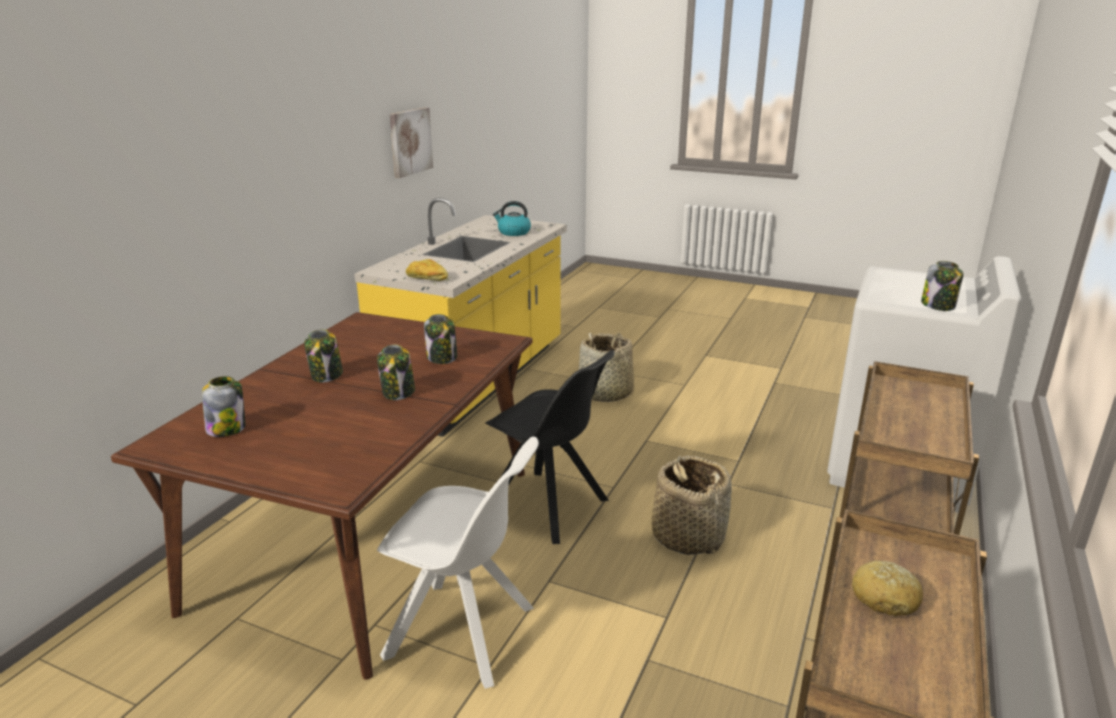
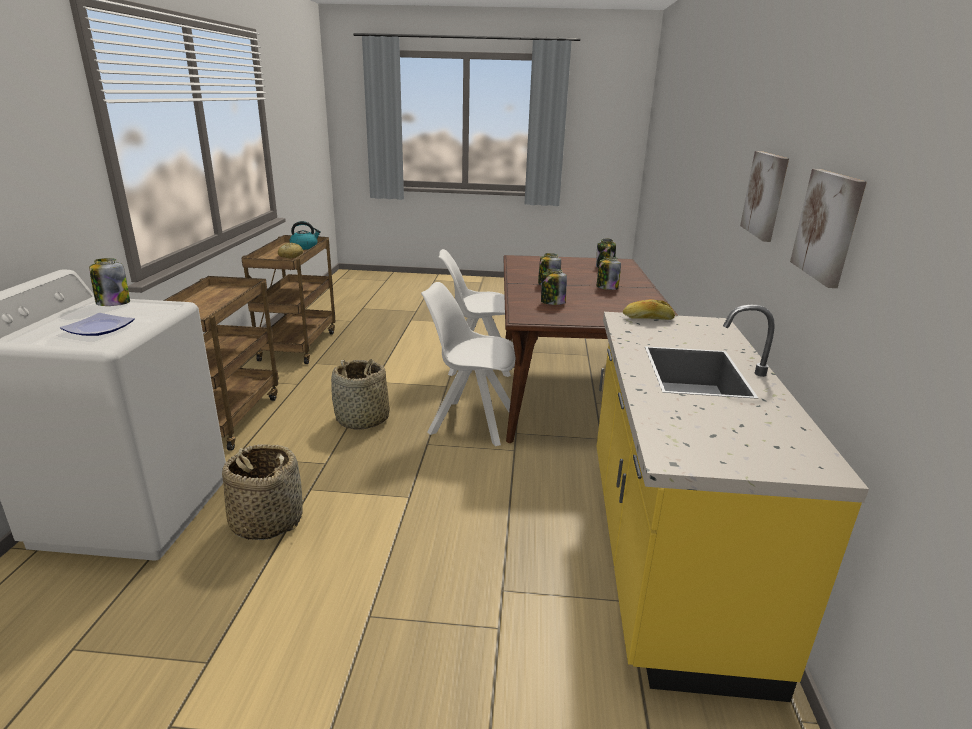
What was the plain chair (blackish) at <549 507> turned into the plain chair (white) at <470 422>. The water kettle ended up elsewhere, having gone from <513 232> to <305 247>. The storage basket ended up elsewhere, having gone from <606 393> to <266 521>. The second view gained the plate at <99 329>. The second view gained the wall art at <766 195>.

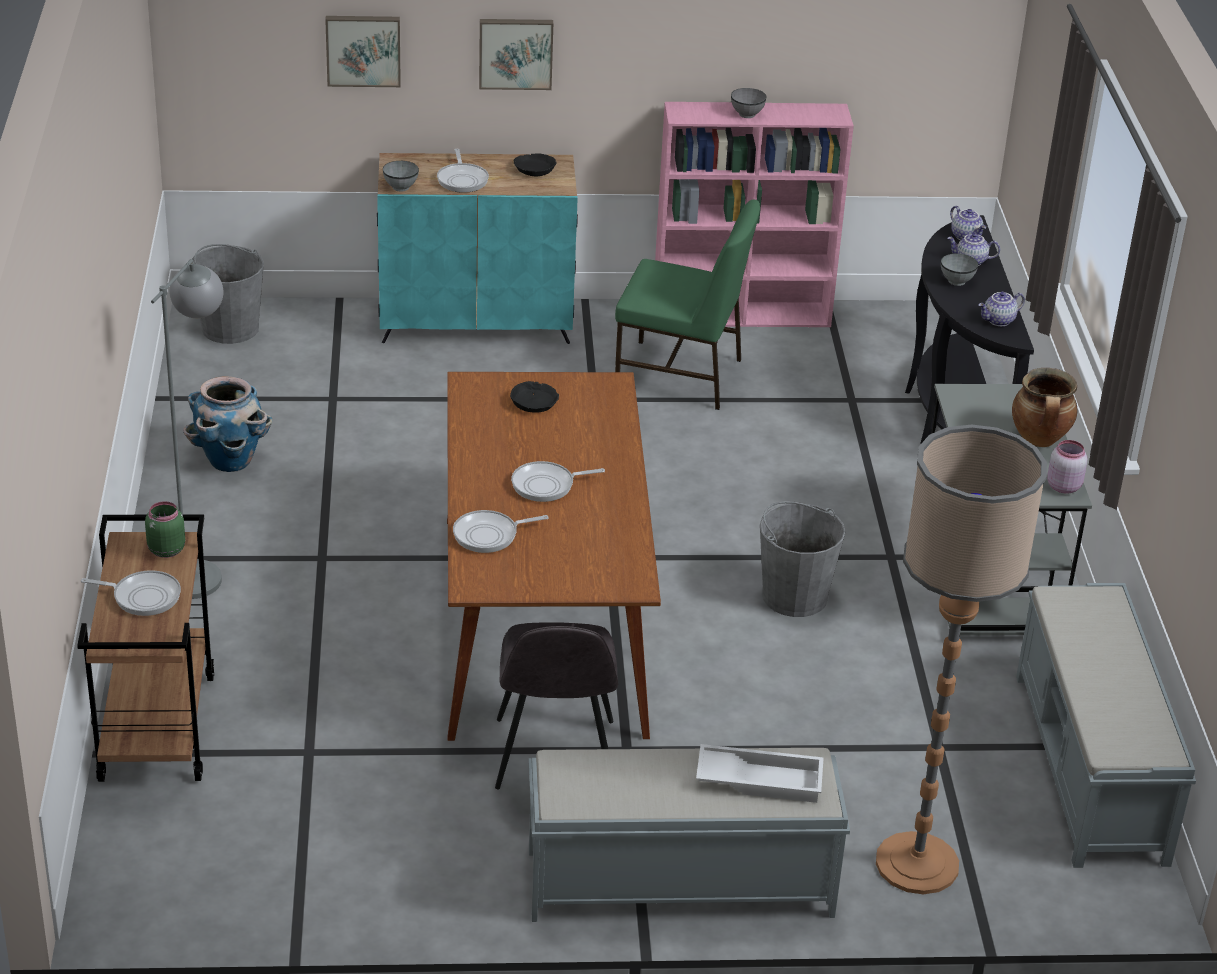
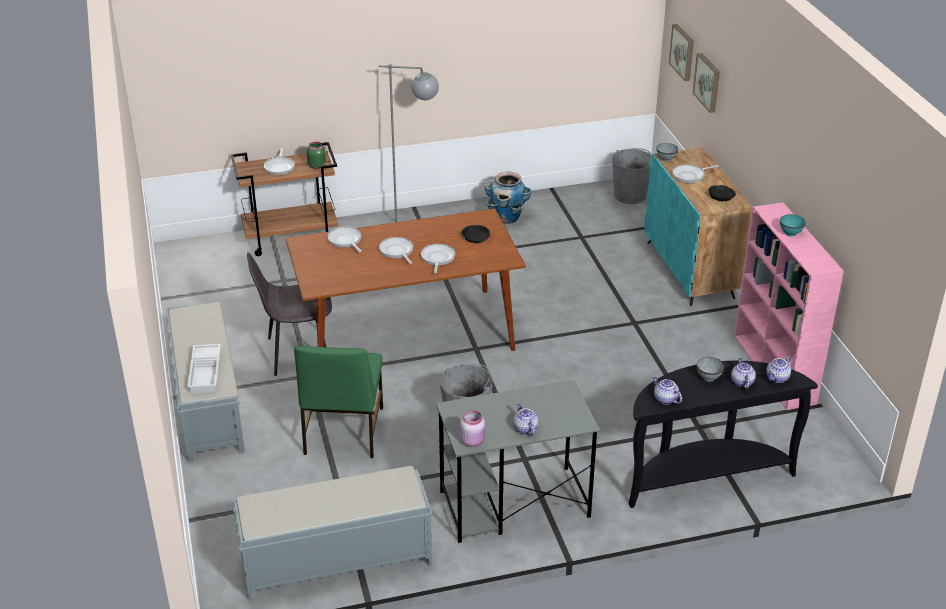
The wall art ended up elsewhere, having gone from <515 52> to <683 52>. The plain chair (green-coloured) ended up elsewhere, having gone from <681 376> to <343 432>. What was the deep dish (grey) at <746 114> turned into the deep dish (turquoise-coloured) at <790 233>. The second view lost the standard lamp at <917 864>. Where the cooking pot stood at <1040 440>, the teapot came to stand at <524 428>. The second view gained the frying pan at <437 258>.

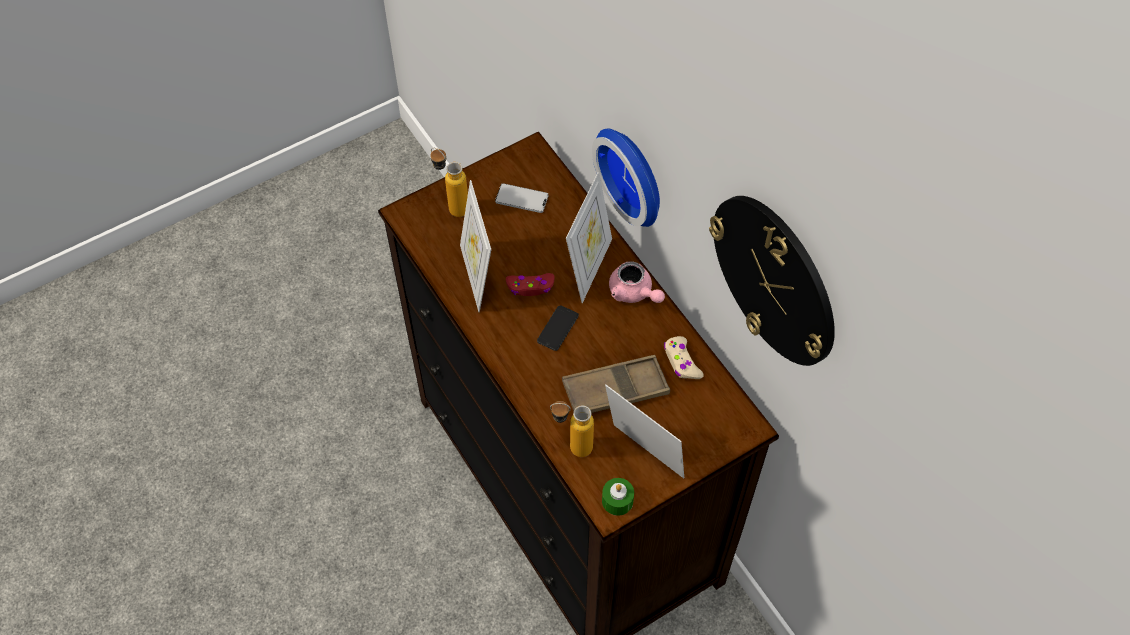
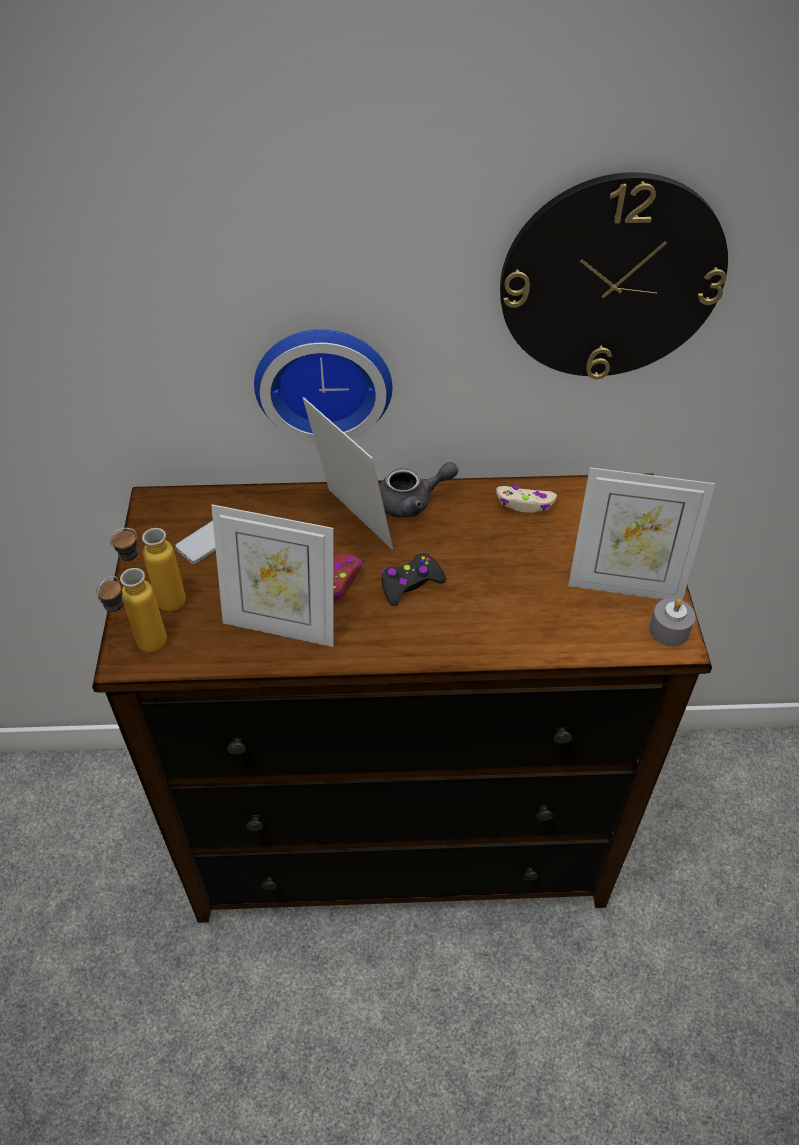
Where the phone stood at <557 328>, the game controller (blackish) came to stand at <410 584>. The drink bottle ended up elsewhere, having gone from <571 447> to <143 650>. The second view lost the tray (brown) at <615 389>. What was the wax light (green-coloured) at <617 500> turned into the wax light (grey) at <669 630>. The standing frame at <642 457> ended up facing another way, 150 degrees counterclockwise from before. What was the teapot (pink) at <634 293> turned into the teapot (grey) at <412 502>.

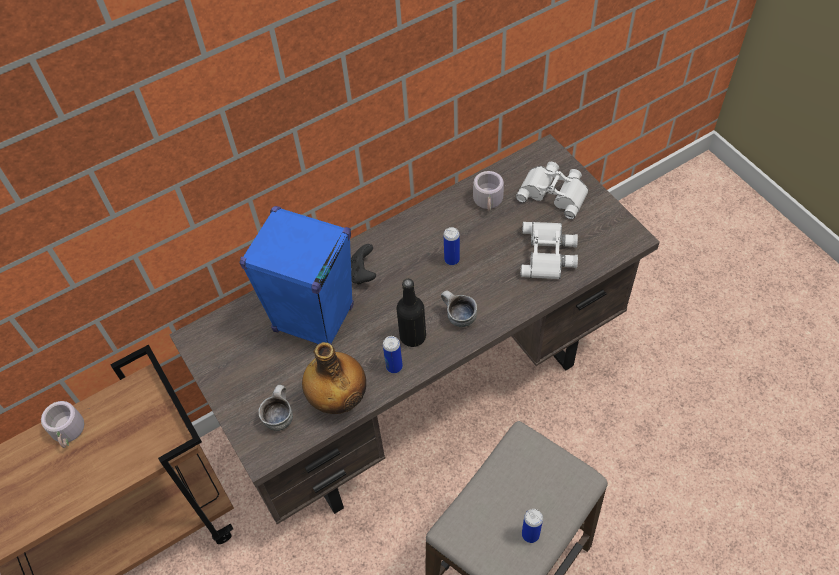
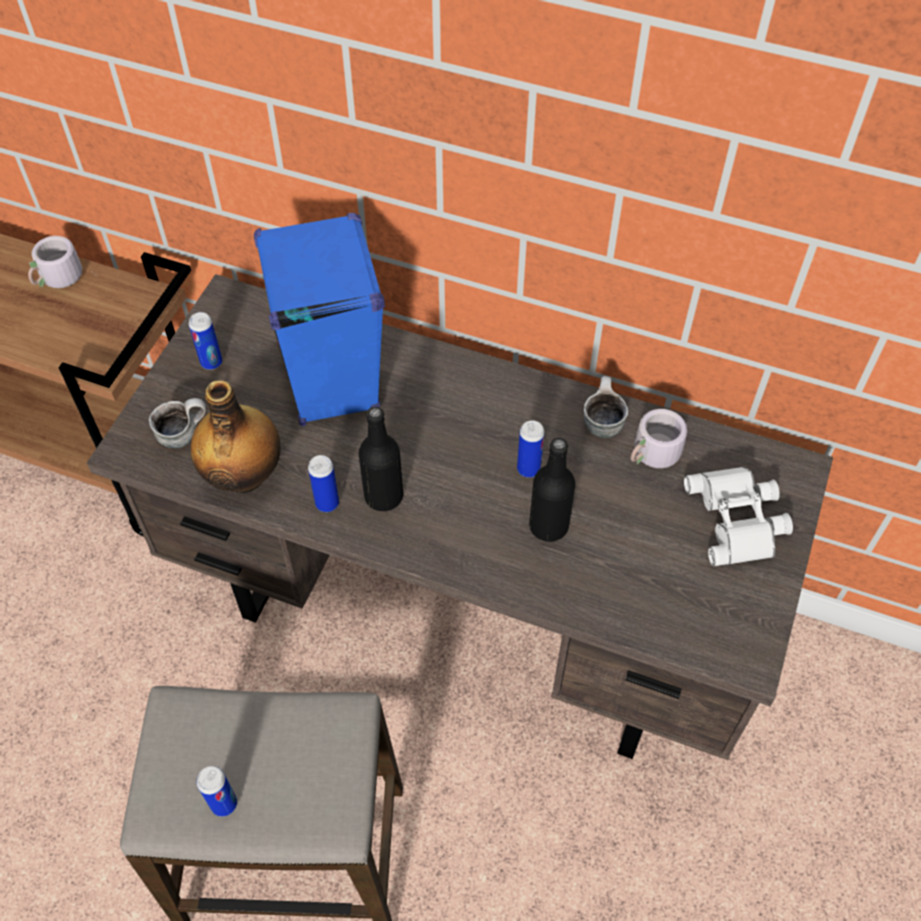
The second view lost the game controller (blackish) at <363 273>. The tea mug ended up elsewhere, having gone from <457 317> to <601 421>. The second view lost the pair of binoculars (white) at <549 254>. The second view gained the metal can at <211 362>. The second view gained the drink bottle (blackish) at <548 526>.

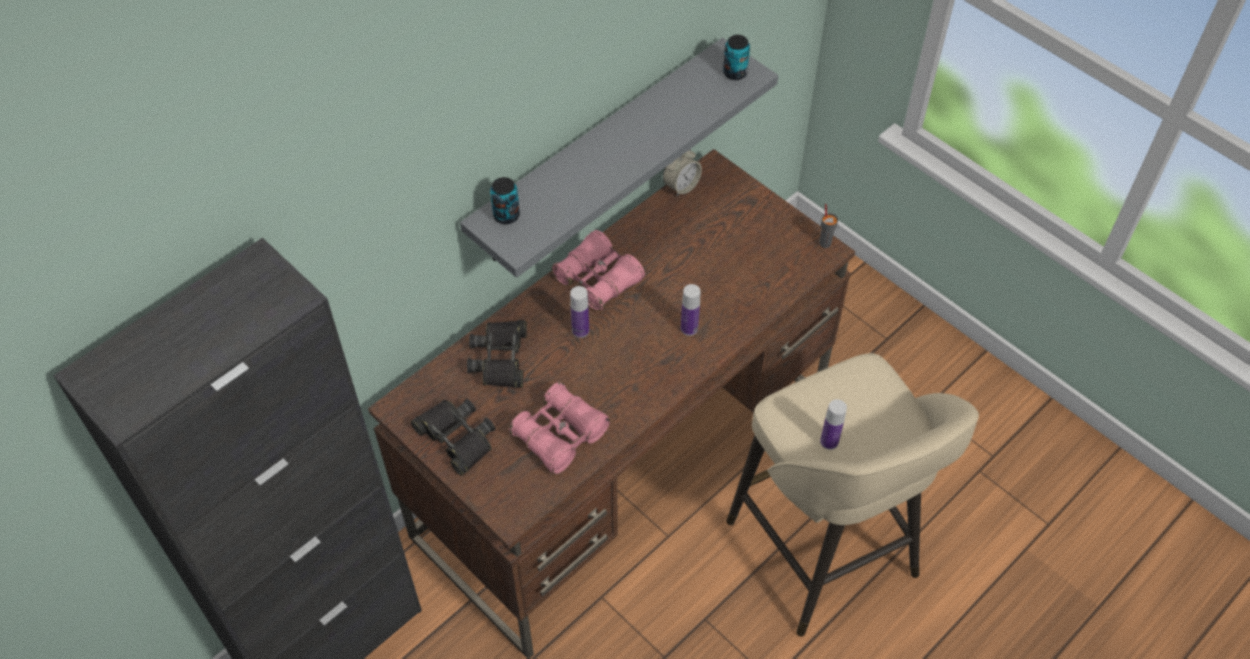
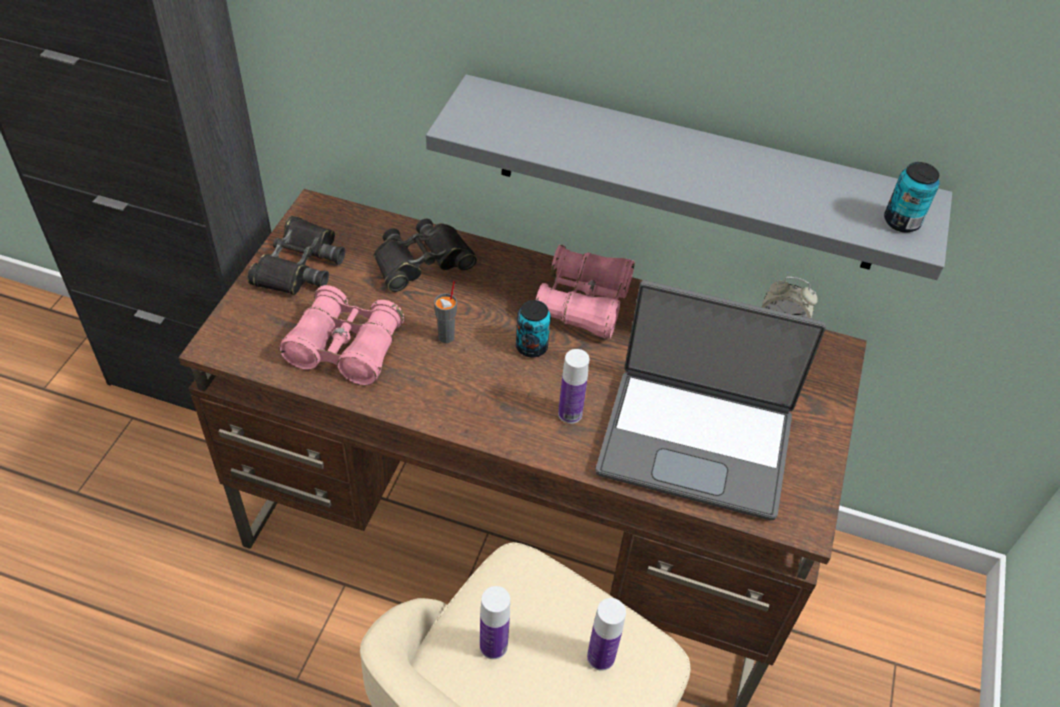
The metal can ended up elsewhere, having gone from <506 215> to <531 347>. The drink bottle ended up elsewhere, having gone from <580 330> to <601 657>. The drinking cup (grey) ended up elsewhere, having gone from <825 243> to <447 337>. The second view gained the laptop at <696 441>.

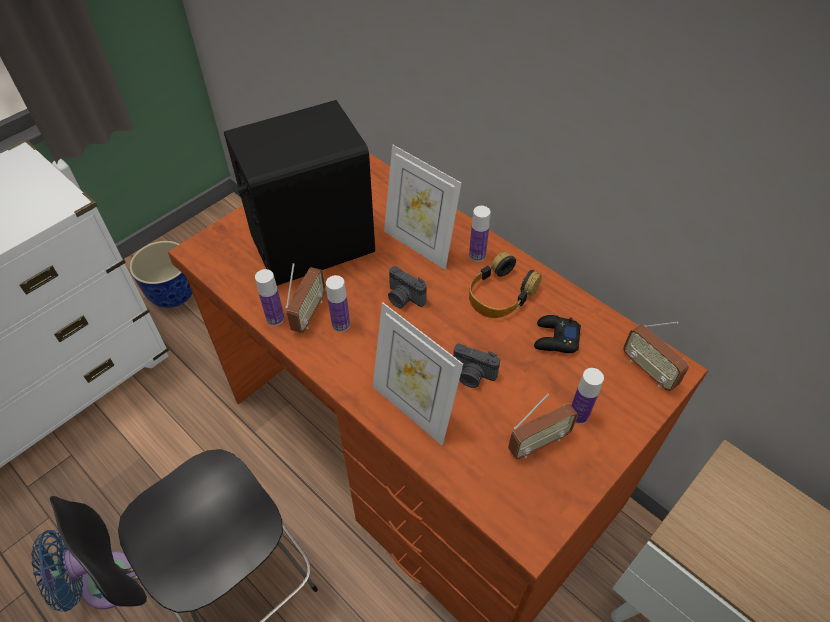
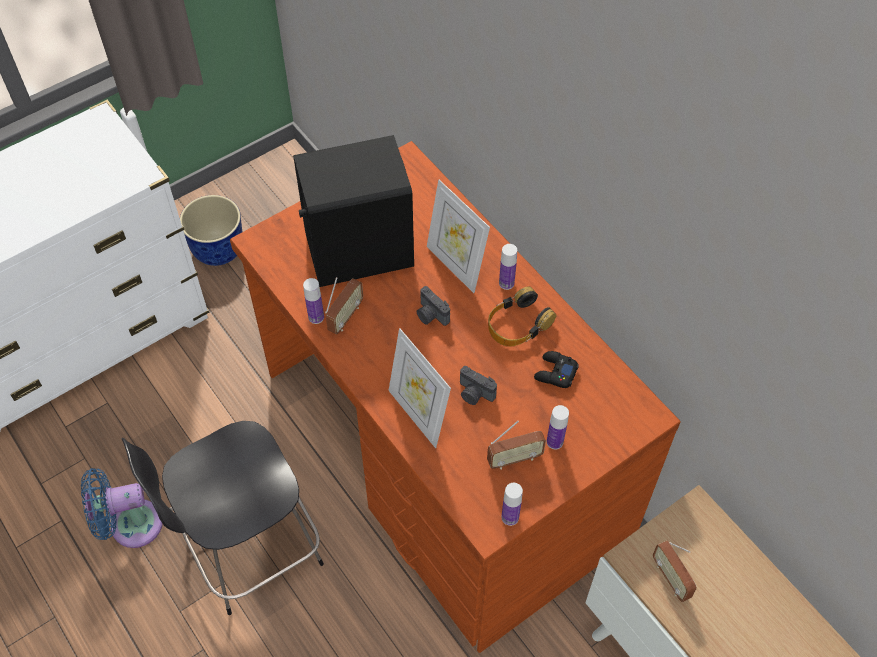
The drink bottle ended up elsewhere, having gone from <341 324> to <510 517>. The radio ended up elsewhere, having gone from <648 370> to <671 578>.

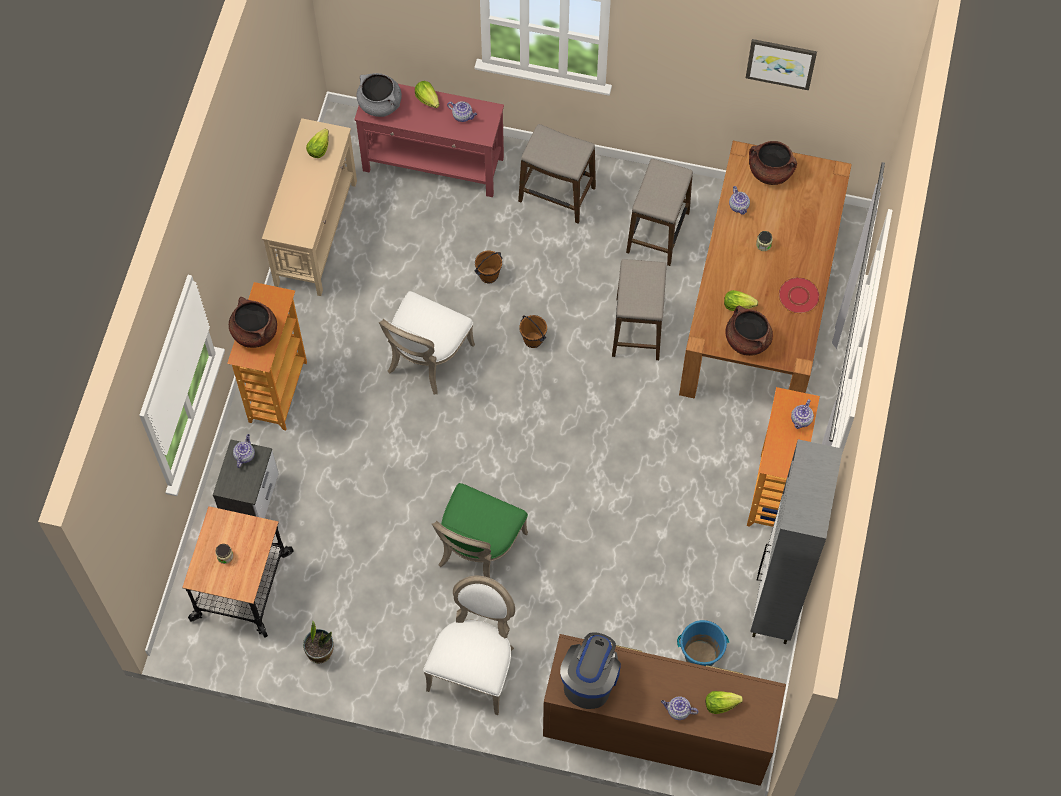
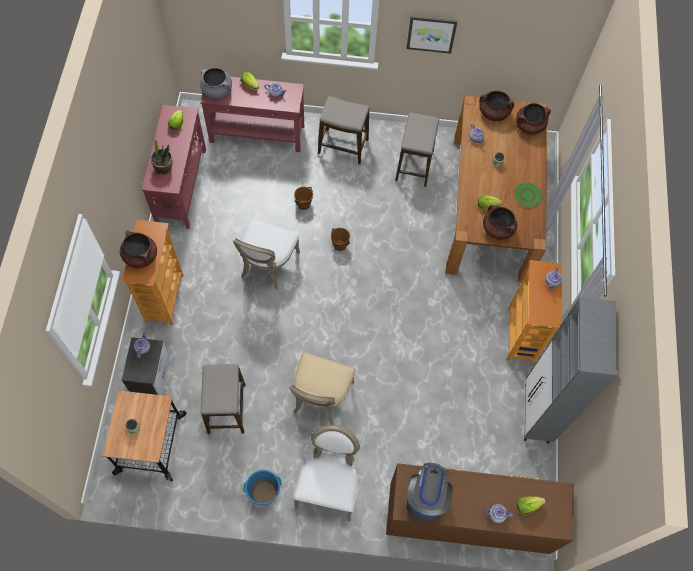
What was the console table (beige) at <317 232> turned into the console table (red) at <181 186>. The potted plant ended up elsewhere, having gone from <320 652> to <164 168>. What was the plain chair (green-coloured) at <478 550> turned into the plain chair (beige) at <320 398>. The stool ended up elsewhere, having gone from <637 329> to <226 409>. The bucket (blue) ended up elsewhere, having gone from <700 655> to <264 493>. The wall art ended up elsewhere, having gone from <781 63> to <431 33>. What was the plate (red) at <798 296> turned into the plate (green-coloured) at <527 195>. The second view gained the cooking pot (brown) at <529 126>.

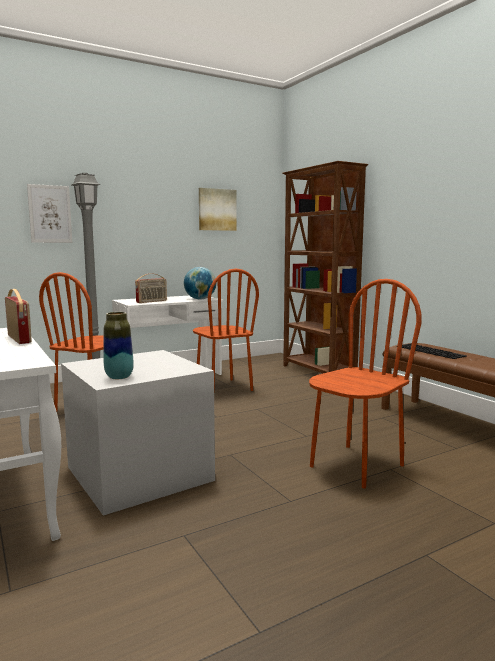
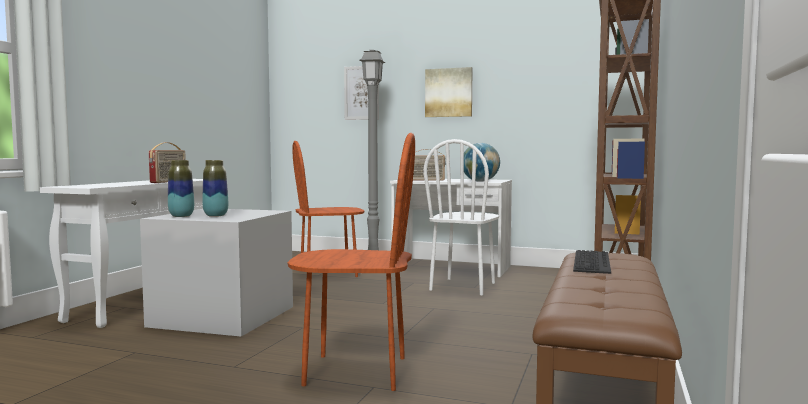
What was the plain chair (brown) at <223 387> turned into the plain chair (white) at <463 286>. The wall art ended up elsewhere, having gone from <217 209> to <449 92>. The second view gained the flower vase at <215 215>.

